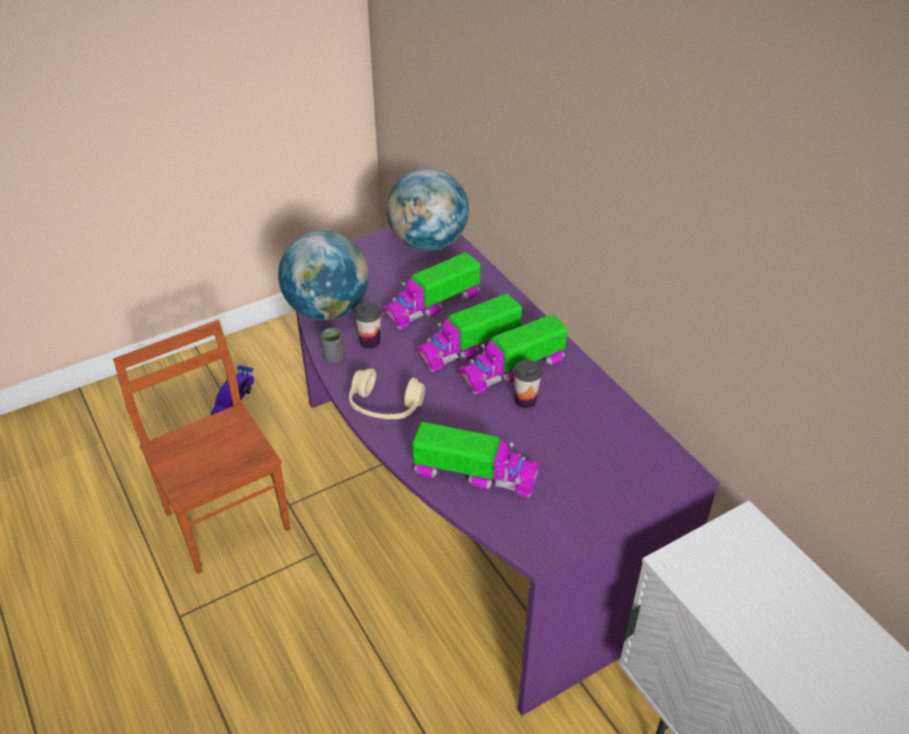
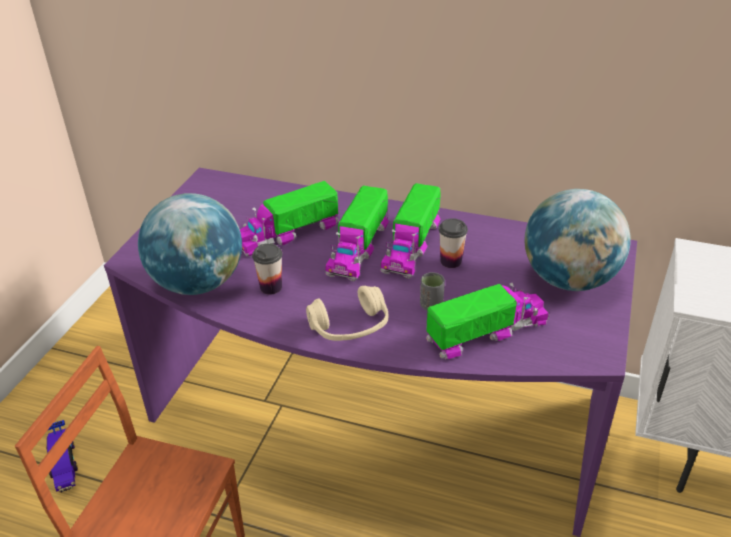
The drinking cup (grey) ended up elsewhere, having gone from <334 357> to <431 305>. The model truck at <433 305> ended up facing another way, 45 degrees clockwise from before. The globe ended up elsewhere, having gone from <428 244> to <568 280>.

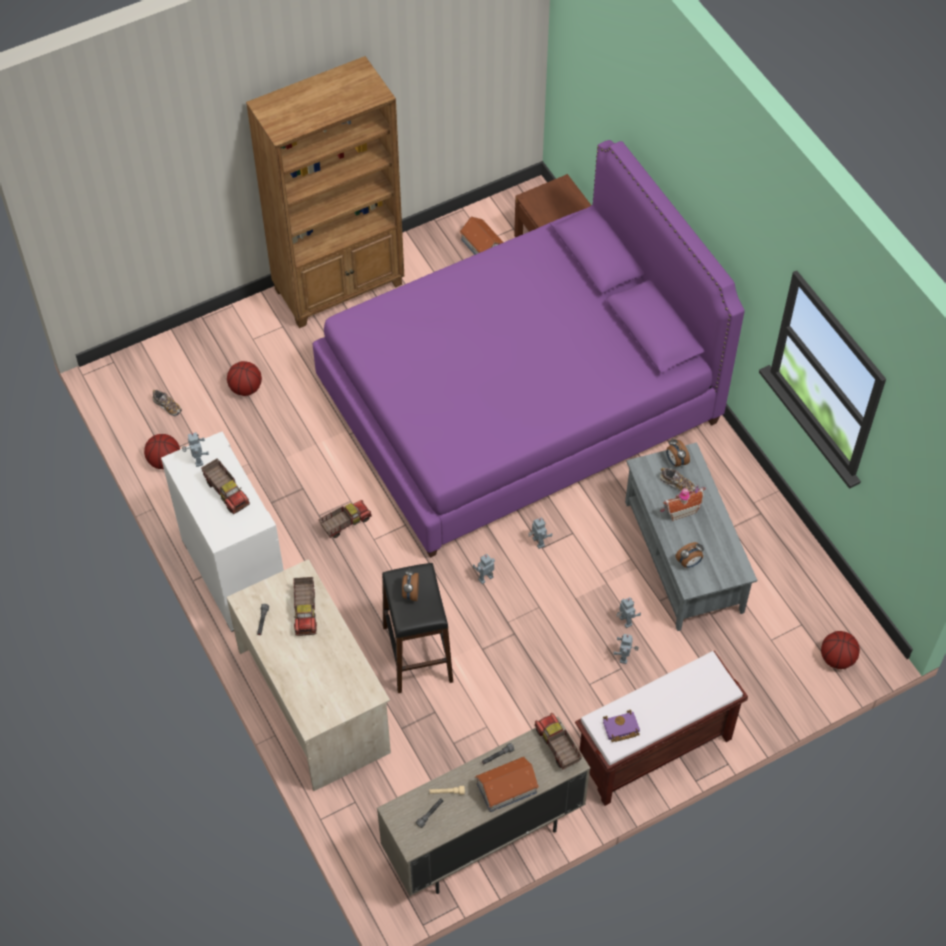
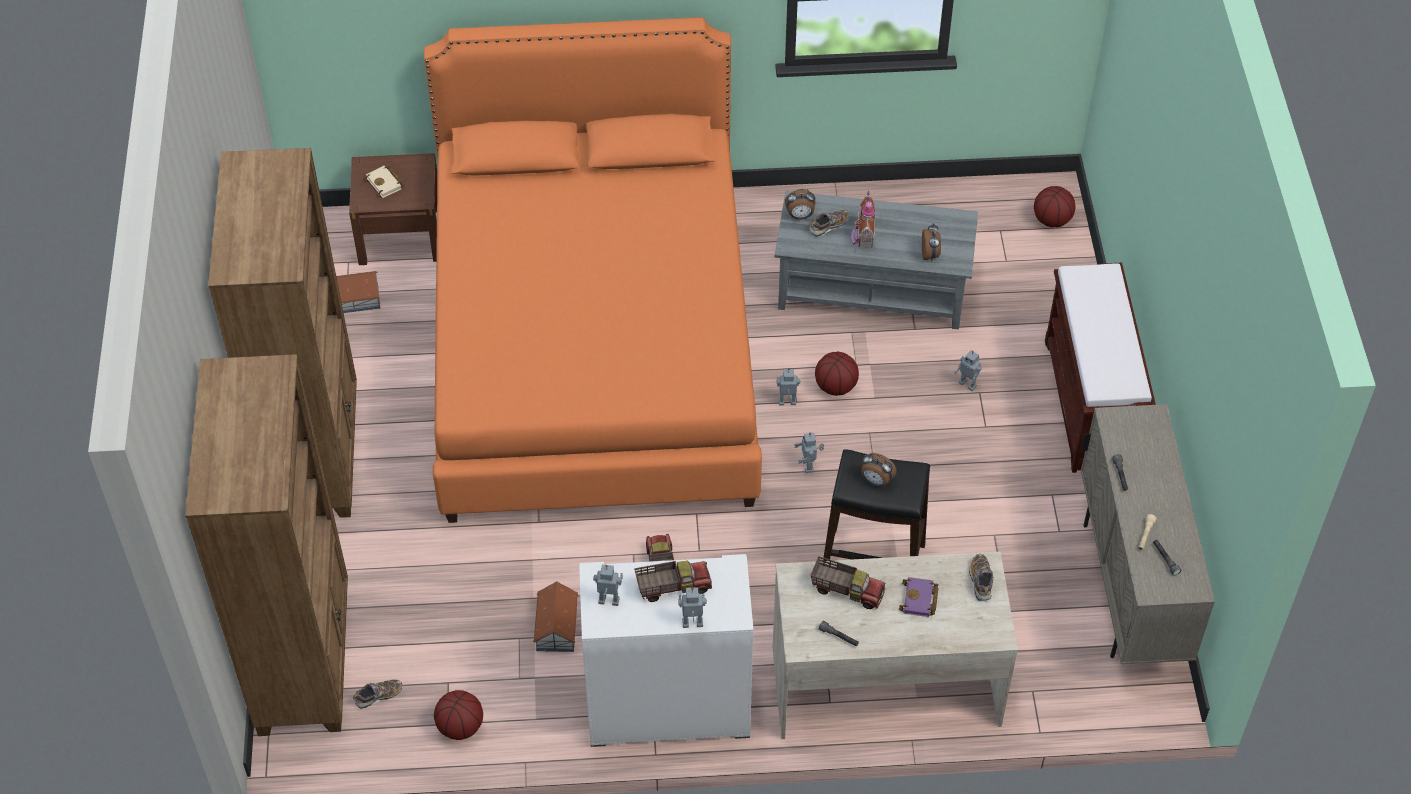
The ball for basketball ended up elsewhere, having gone from <246 388> to <836 387>. What was the sleeping bed (purple) at <518 402> turned into the sleeping bed (orange-coloured) at <593 349>. The model house ended up elsewhere, having gone from <507 788> to <557 626>. The second view lost the model truck at <557 746>. The book (purple) ended up elsewhere, having gone from <620 729> to <920 600>. The robot figure ended up elsewhere, having gone from <624 621> to <692 624>. The second view gained the shelving unit (brown) at <305 660>. The second view gained the book (beige) at <386 184>. The second view gained the shoe at <980 581>.

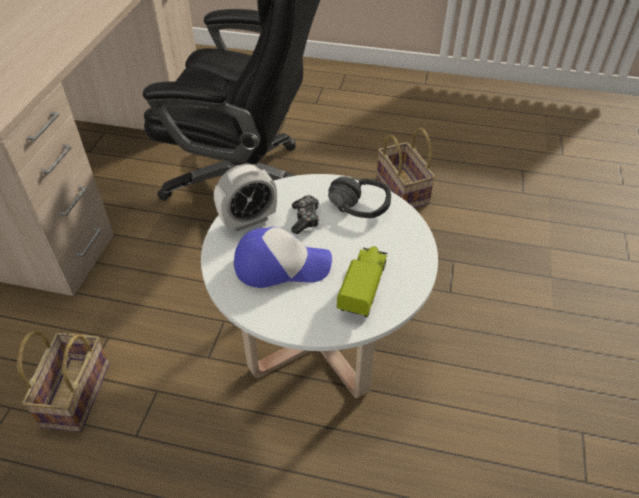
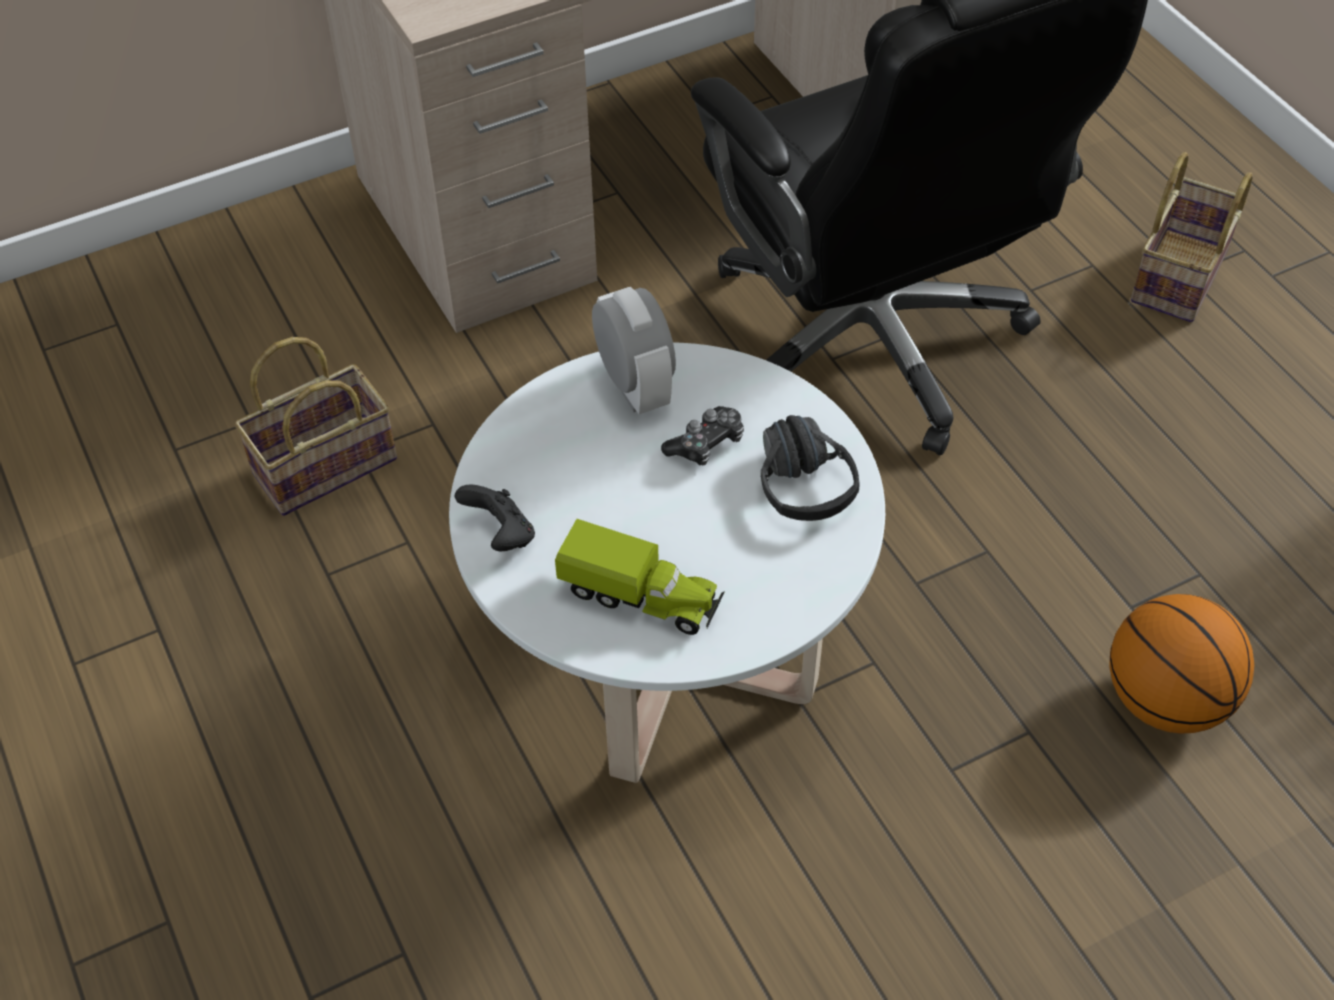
The table clock at <248 220> ended up facing another way, 135 degrees counterclockwise from before. The second view lost the cap at <281 265>. The model truck at <363 288> ended up facing another way, 45 degrees clockwise from before. The storage basket ended up elsewhere, having gone from <404 190> to <1180 278>. The second view gained the game controller (blackish) at <500 535>. The second view gained the ball for basketball at <1166 699>.

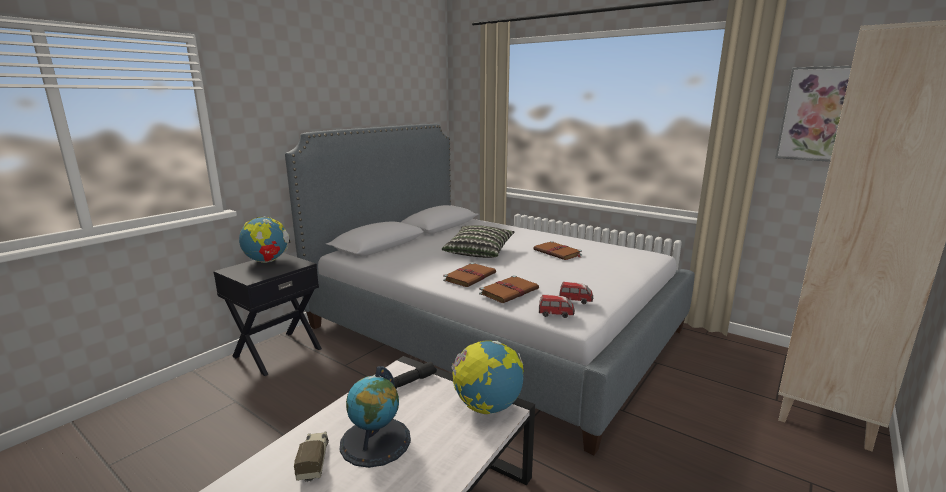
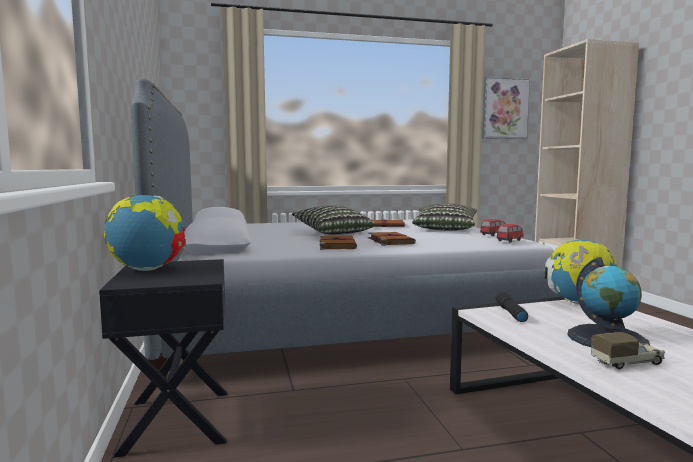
The model truck at <314 461> ended up facing another way, 135 degrees clockwise from before. The book (brown) ended up elsewhere, having gone from <509 291> to <337 245>. The second view gained the throw pillow at <445 229>.

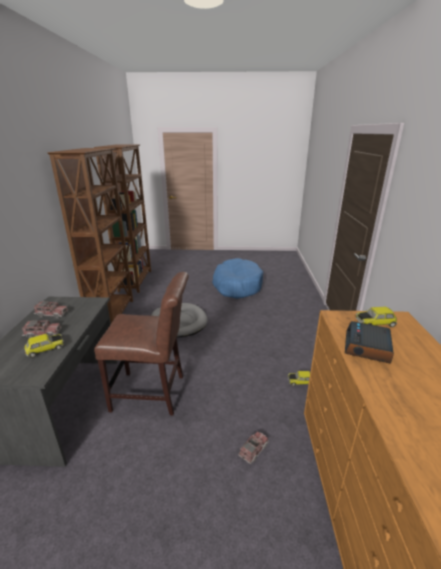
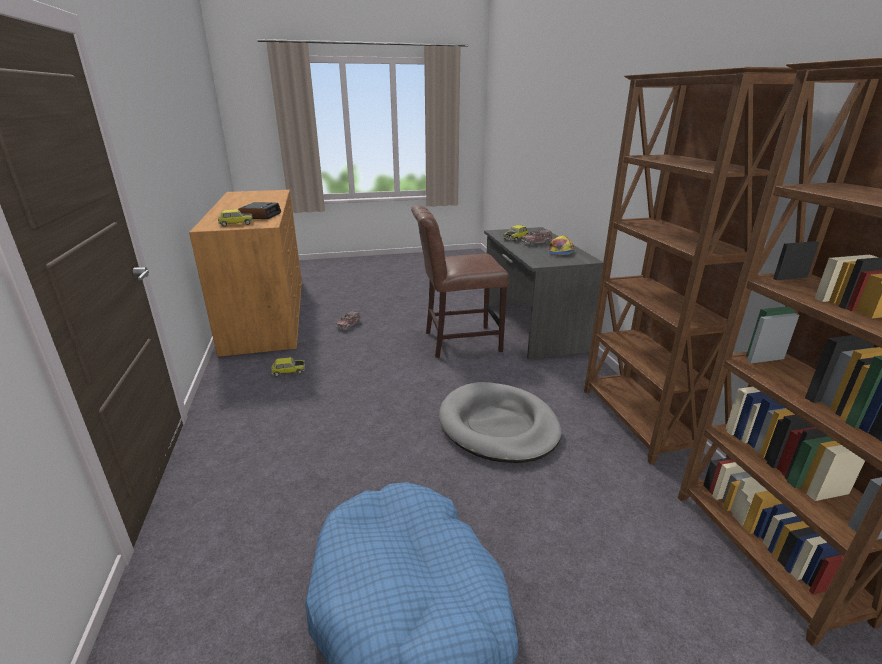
Where the model truck stood at <52 314>, the cap came to stand at <560 252>.

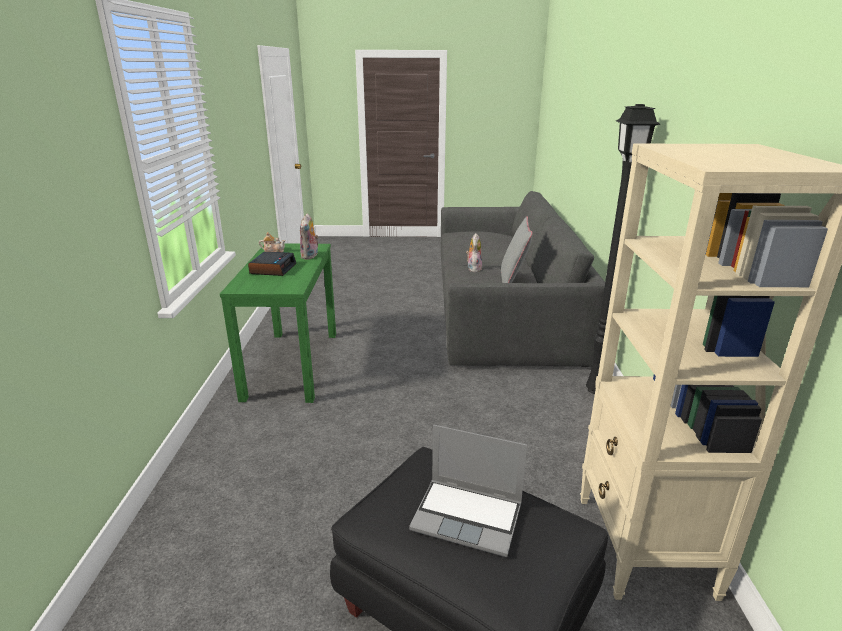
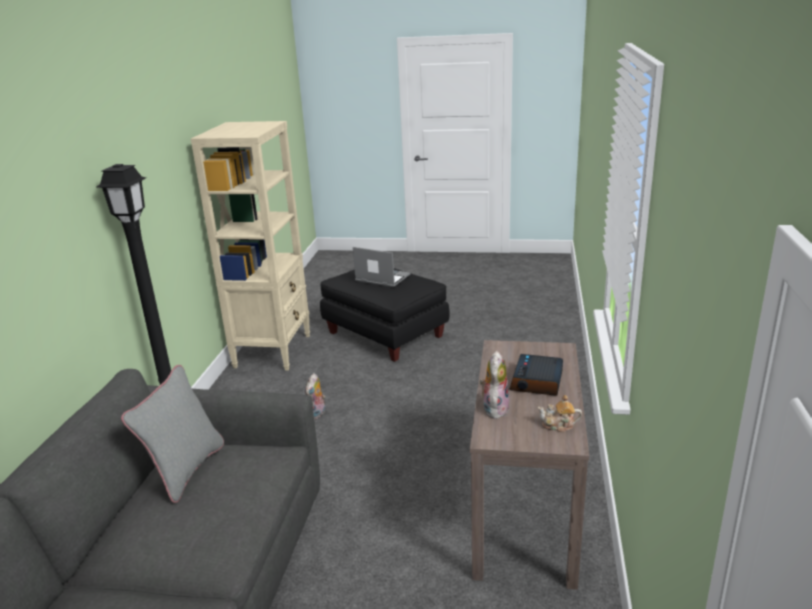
What was the console table (green-coloured) at <292 364> turned into the console table (brown) at <525 512>. The soft toy ended up elsewhere, having gone from <473 268> to <317 414>.

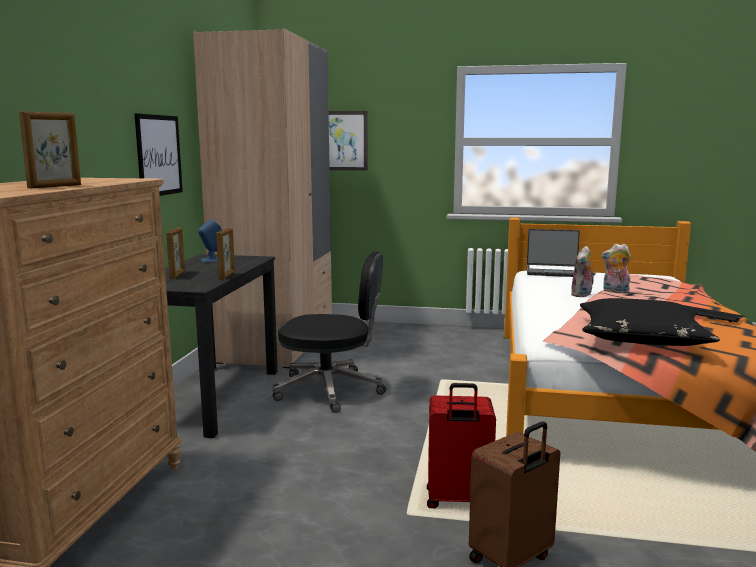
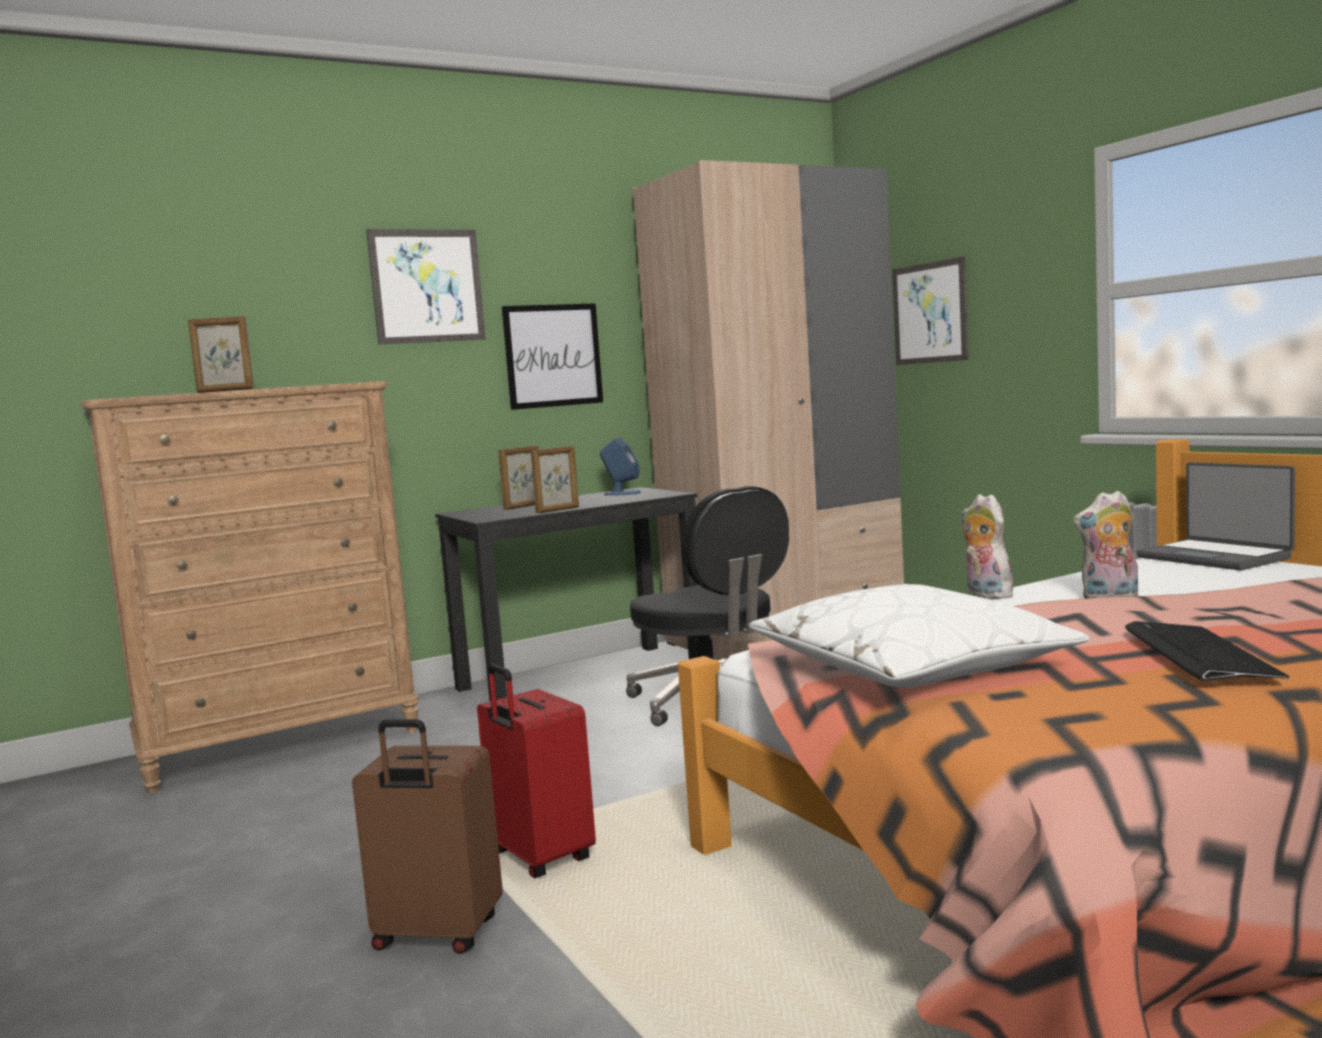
What was the throw pillow (blackish) at <641 337> turned into the throw pillow (white) at <910 667>. The soft toy ended up elsewhere, having gone from <615 292> to <985 595>. The second view gained the wall art at <427 286>.

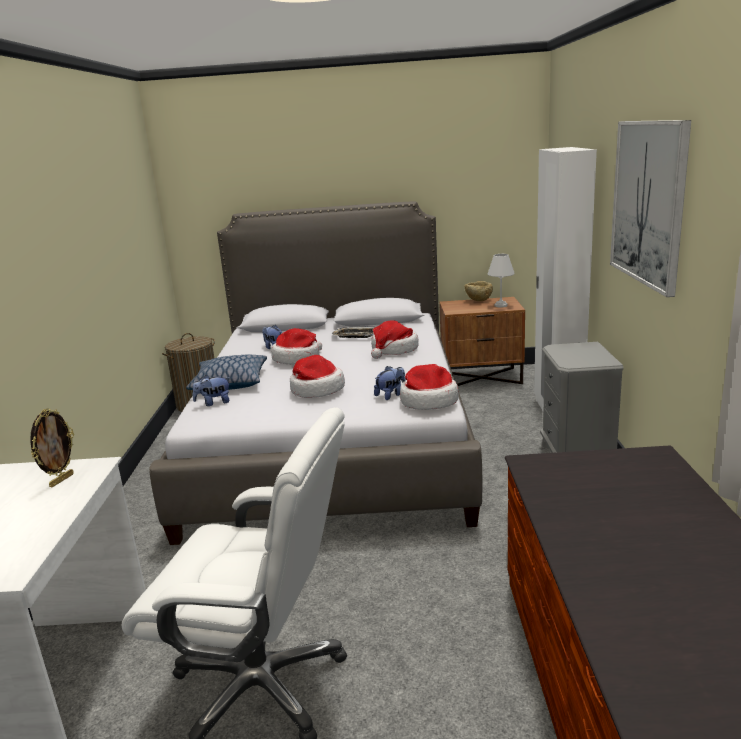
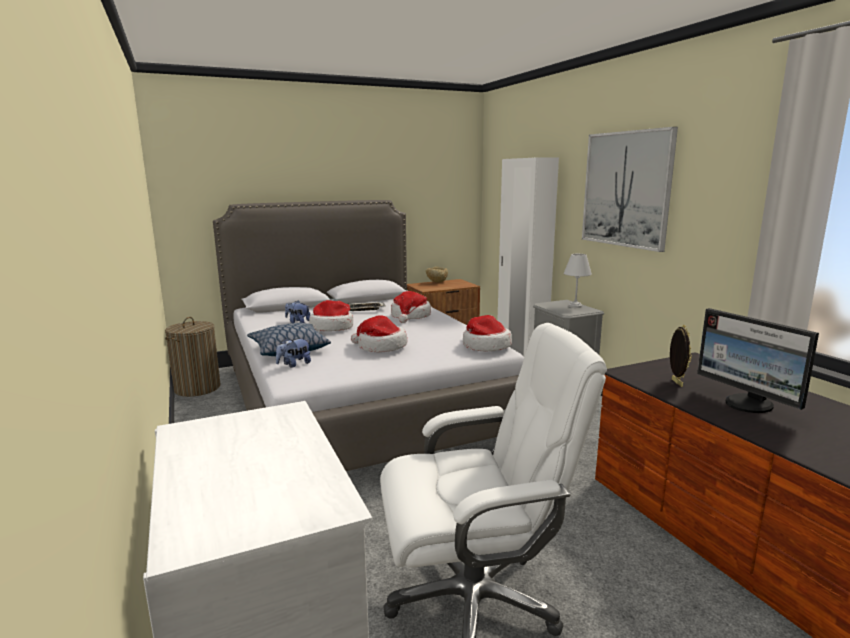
The standing frame ended up elsewhere, having gone from <61 480> to <676 383>. The second view lost the soft toy at <391 395>. The lamp for a table (white) ended up elsewhere, having gone from <500 305> to <574 306>. The second view gained the computer screen at <748 404>.

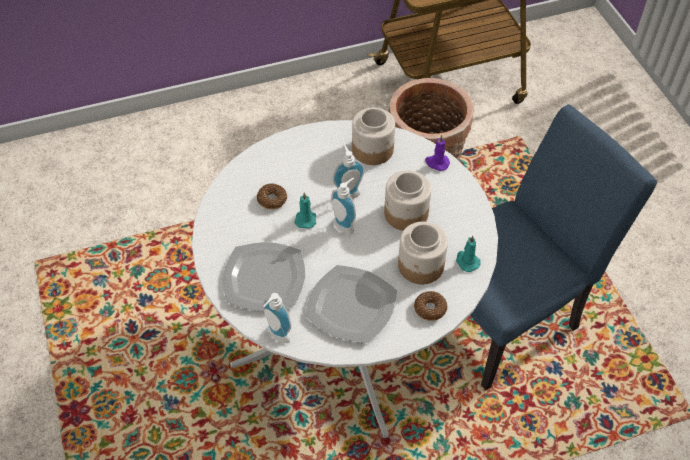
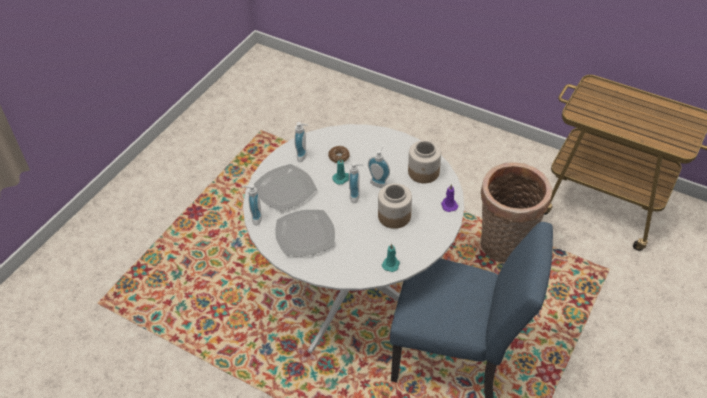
The second view lost the storage jar at <421 266>. The second view lost the donut at <430 309>. The second view gained the soap dispenser at <304 156>.

